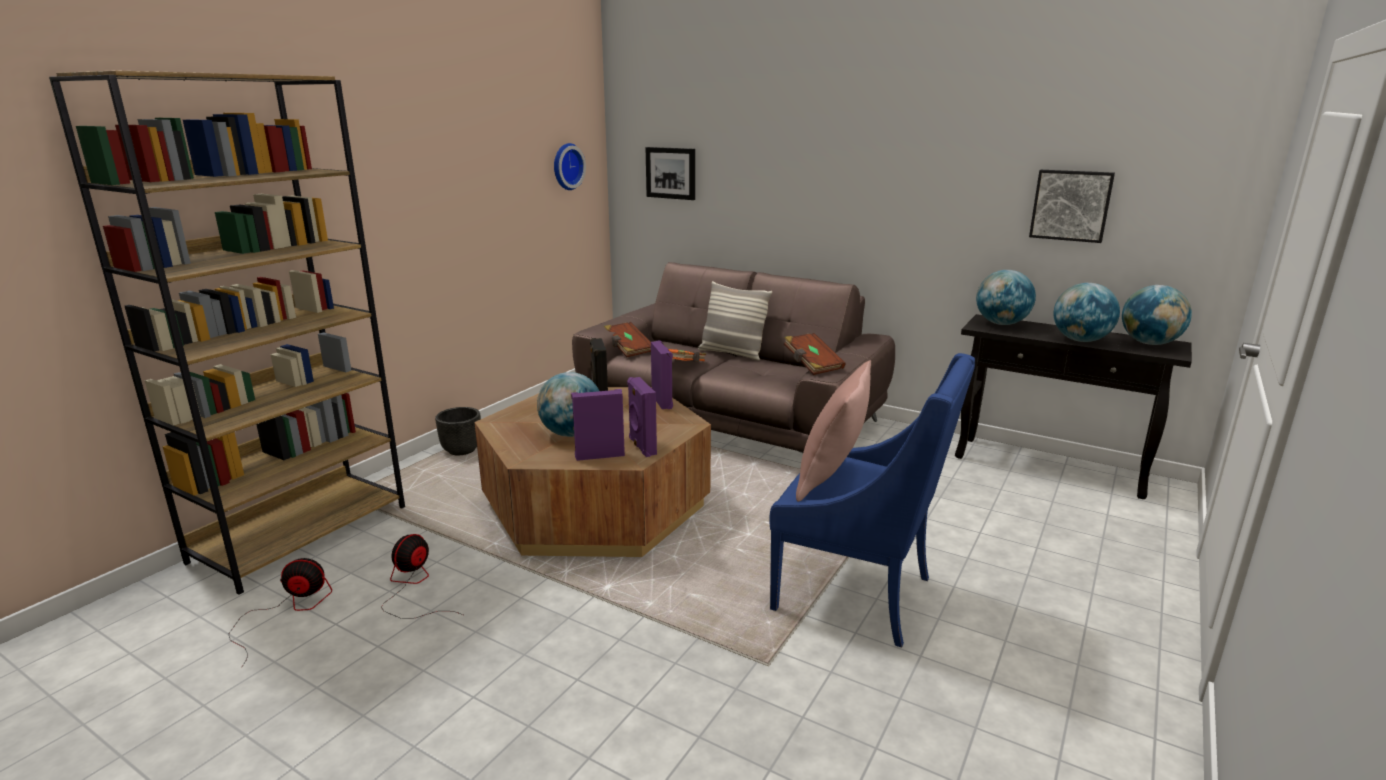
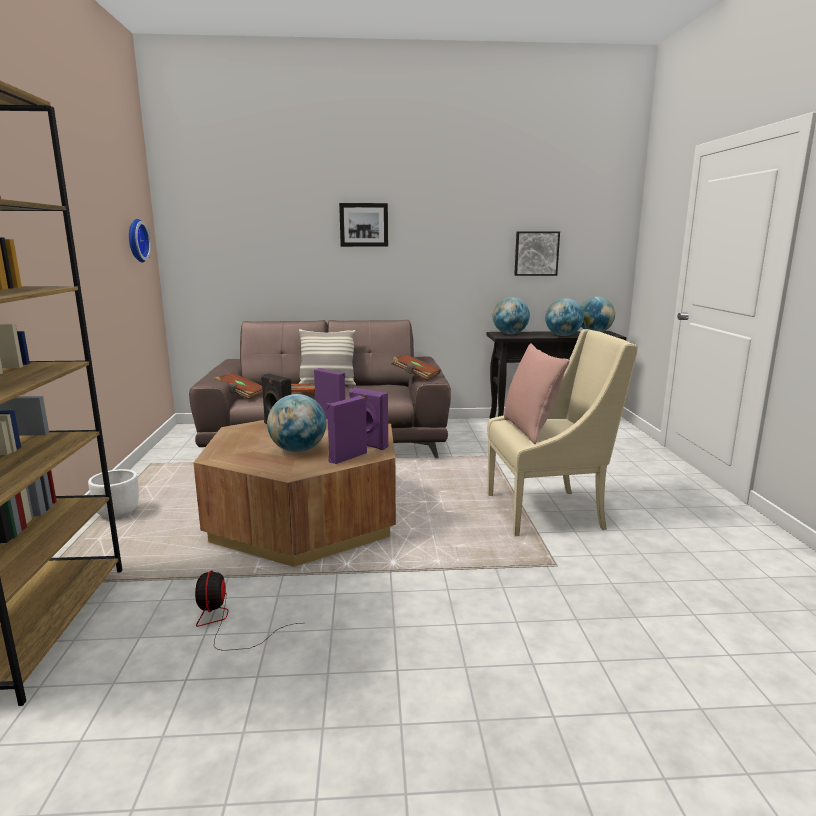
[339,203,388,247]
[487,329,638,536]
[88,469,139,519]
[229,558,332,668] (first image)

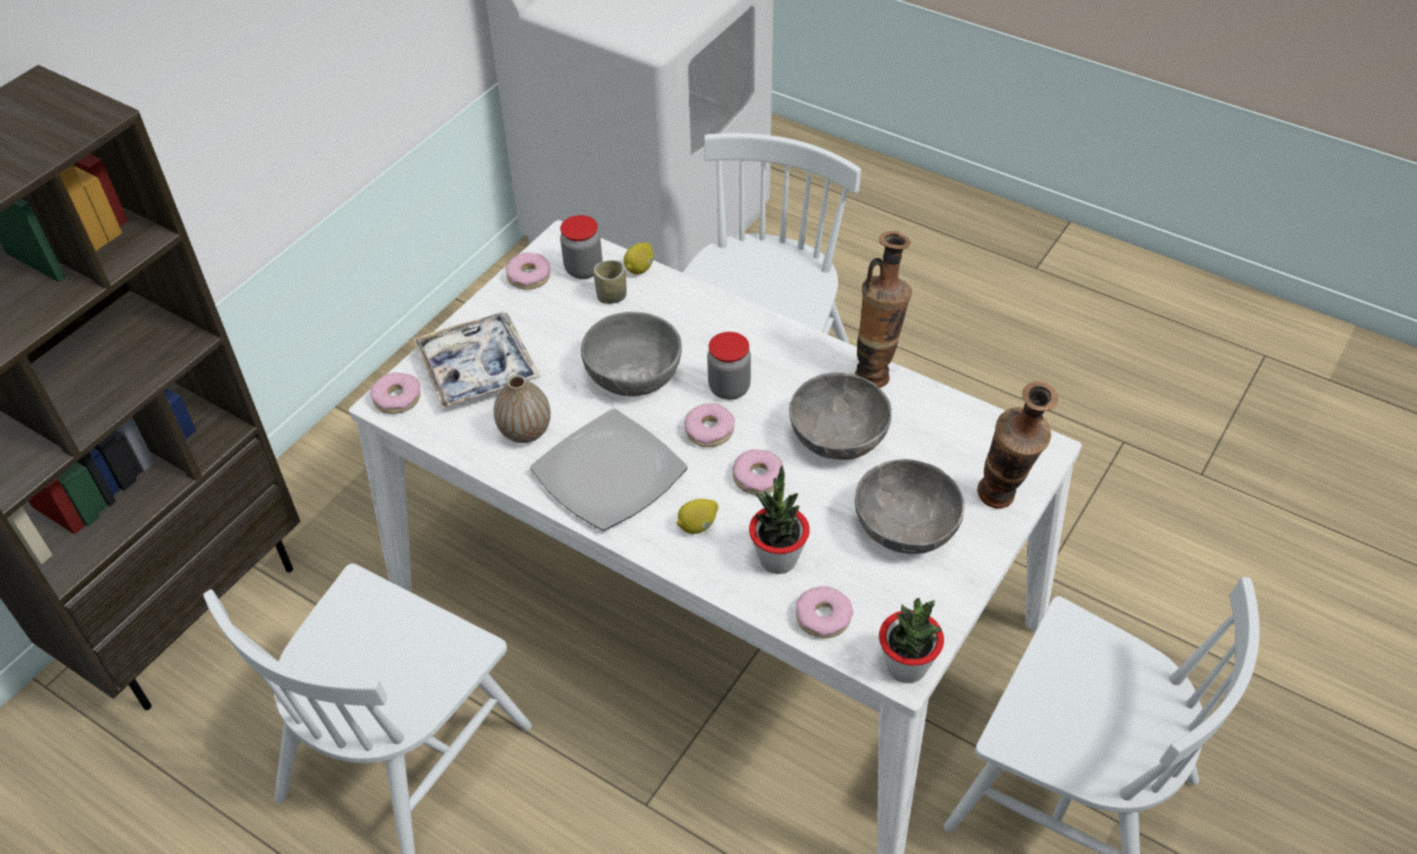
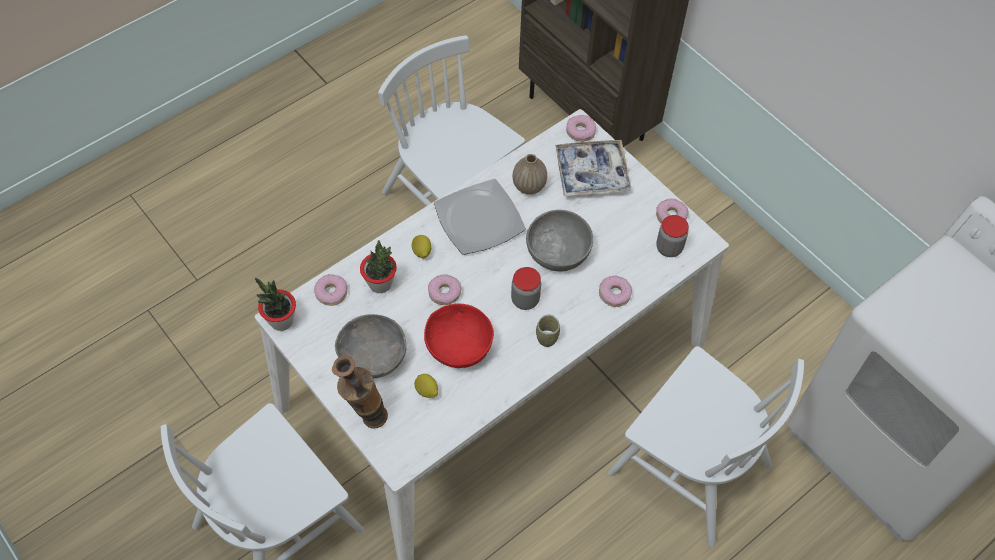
[855,231,912,388] (first image)
[414,374,438,398]
[536,314,560,347]
[424,303,494,368]
[599,276,632,307]

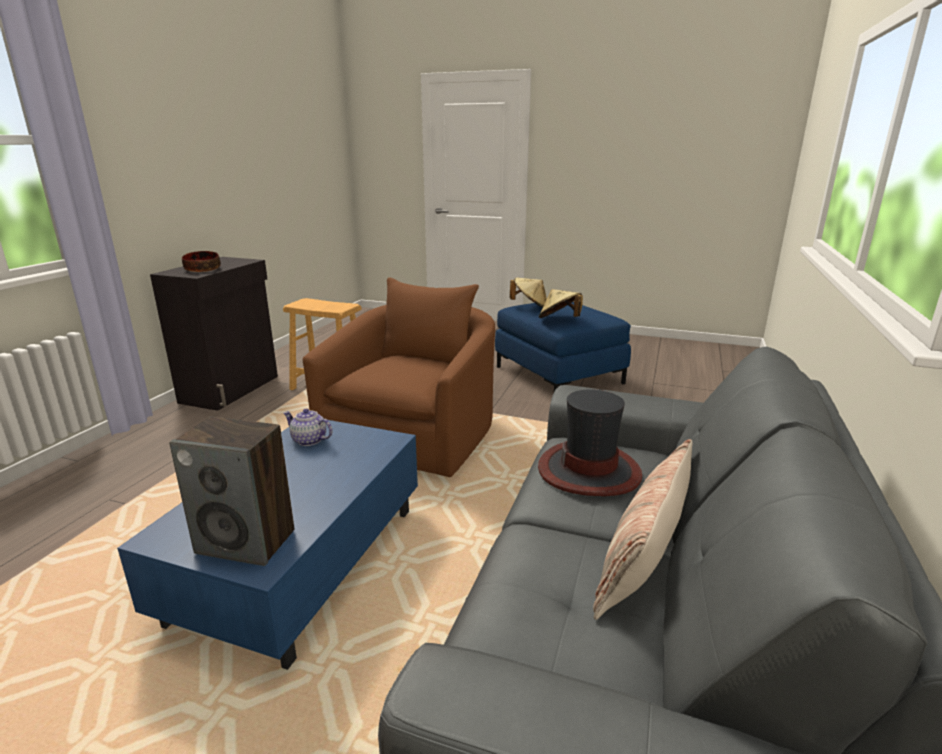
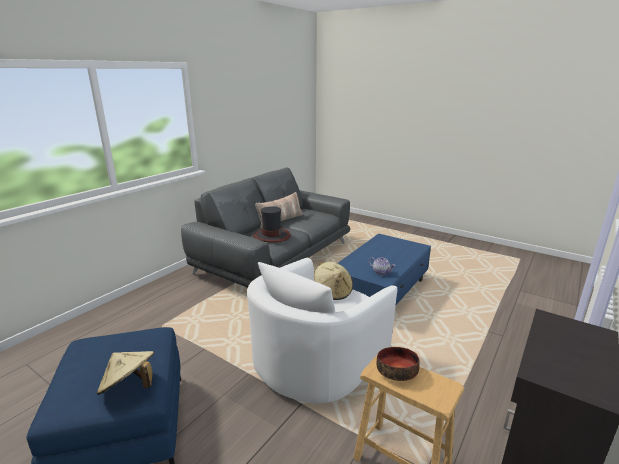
[376,347,420,381]
[247,258,397,404]
[314,262,353,300]
[169,417,294,566] (first image)

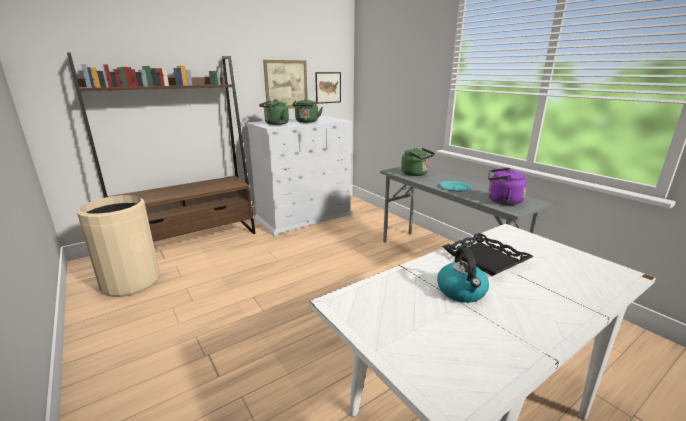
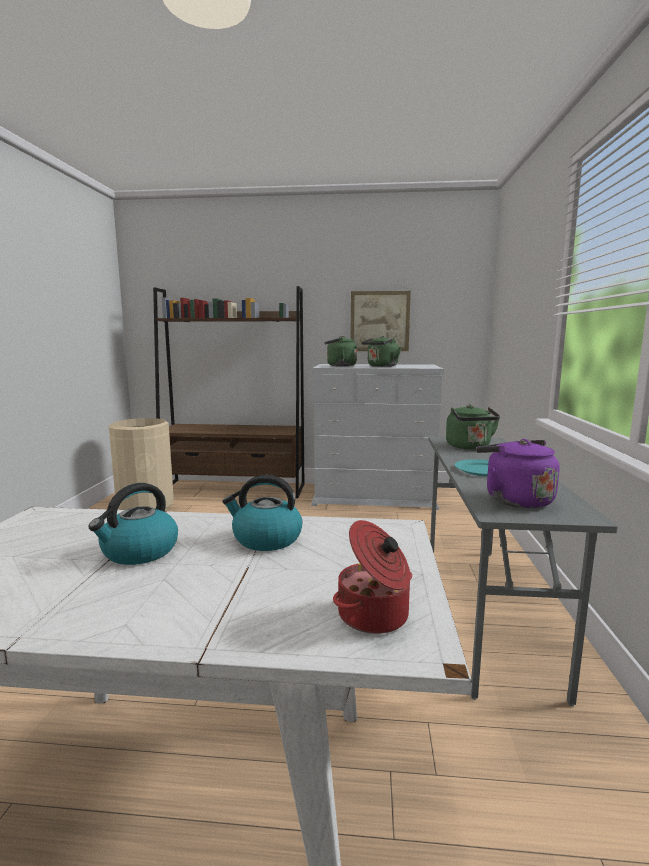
[315,72,341,104] (first image)
[222,475,302,551]
[333,520,412,634]

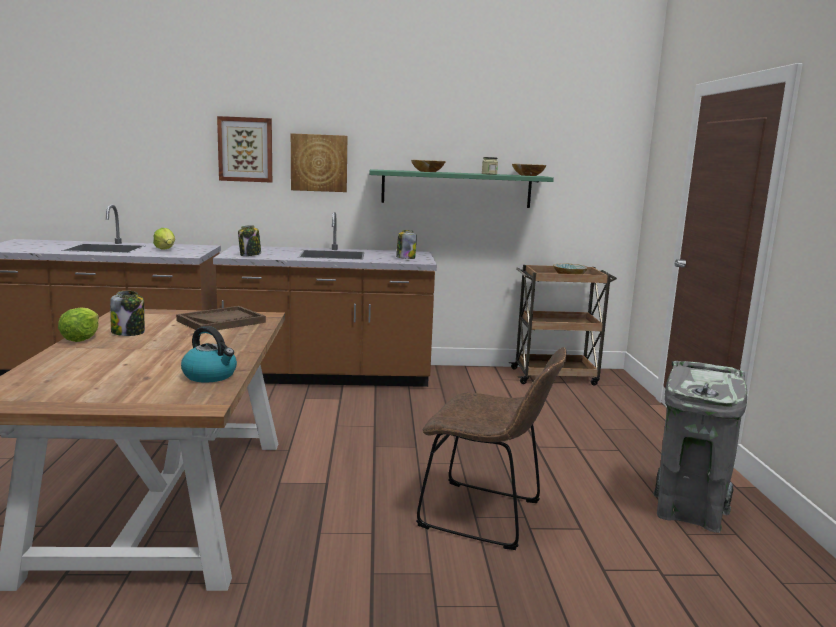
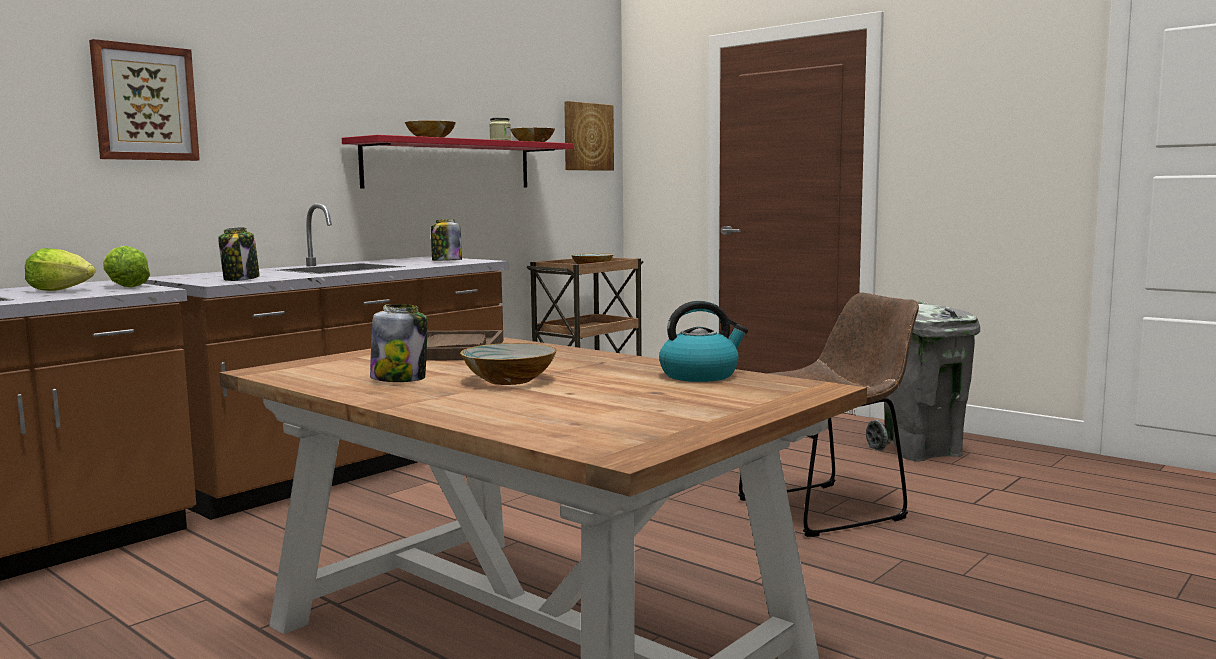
[564,101,614,171]
[342,135,573,188]
[103,246,150,287]
[460,343,557,385]

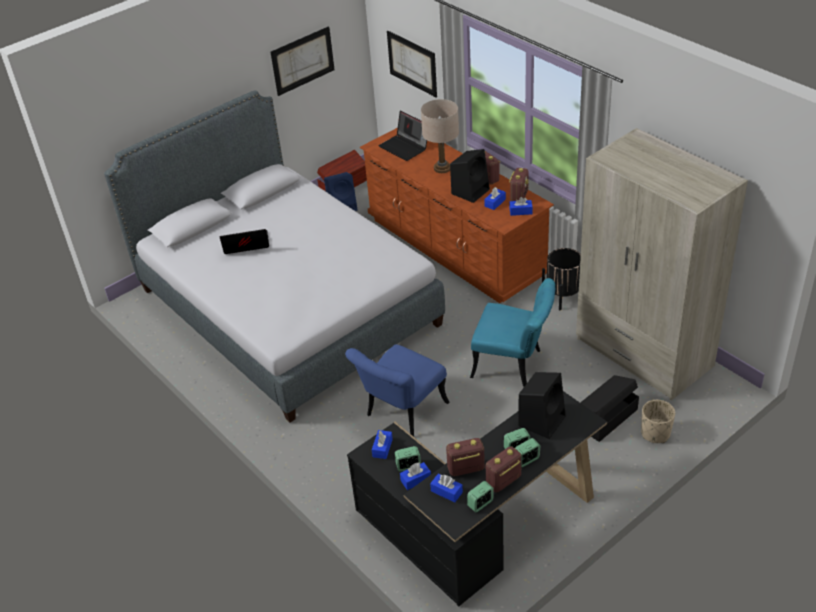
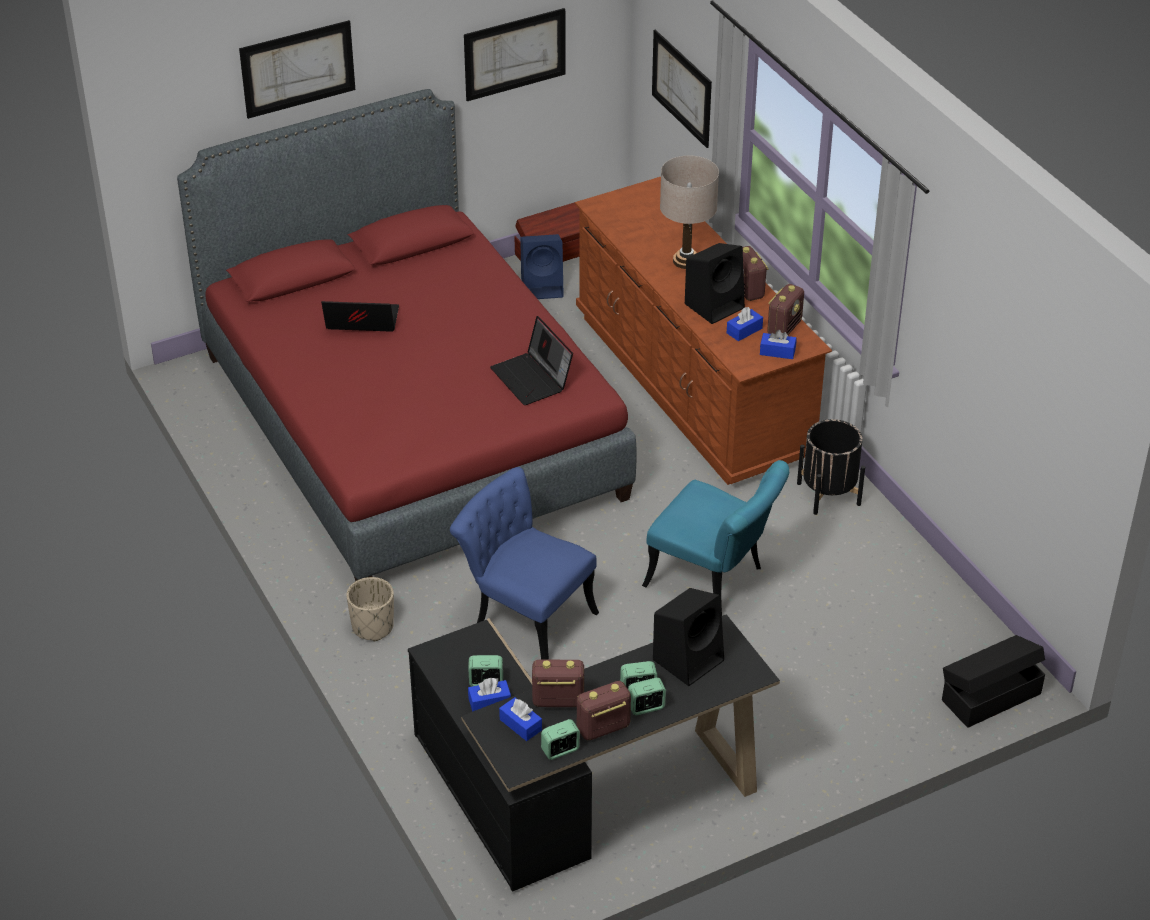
[177,89,636,581]
[490,316,573,405]
[576,128,748,400] (first image)
[450,467,599,660]
[942,635,1045,728]
[346,577,394,641]
[372,430,393,459] (first image)
[239,20,355,119]

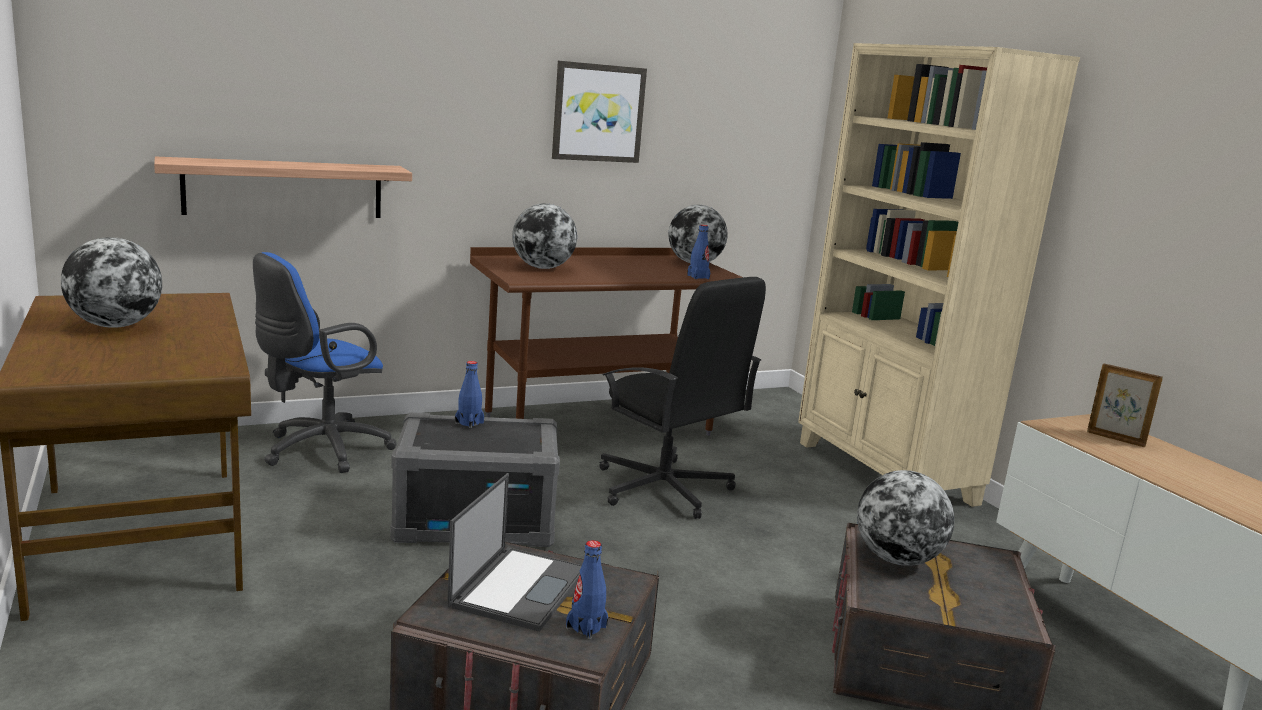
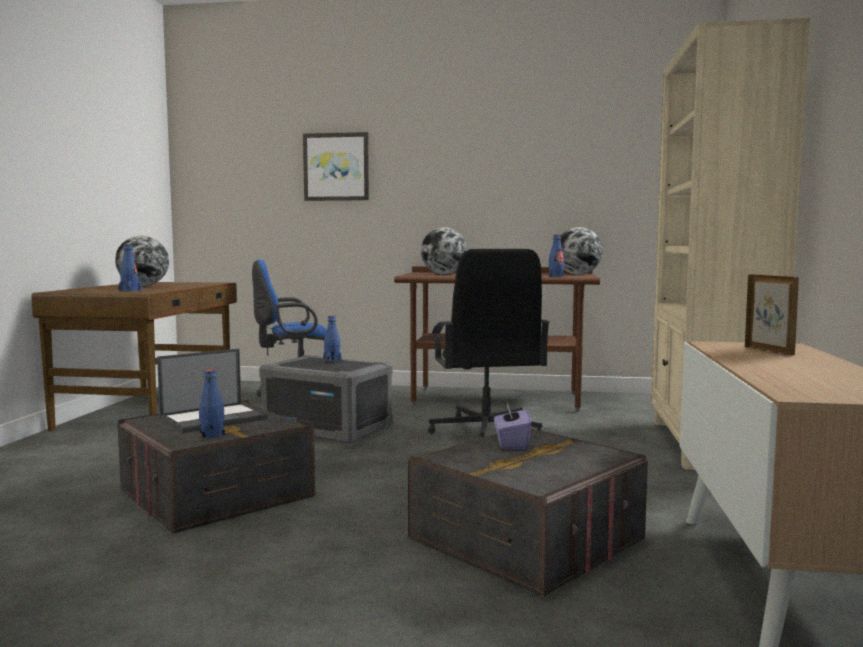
[303,132,369,201]
[154,157,412,218] (first image)
[494,402,532,449]
[119,244,141,292]

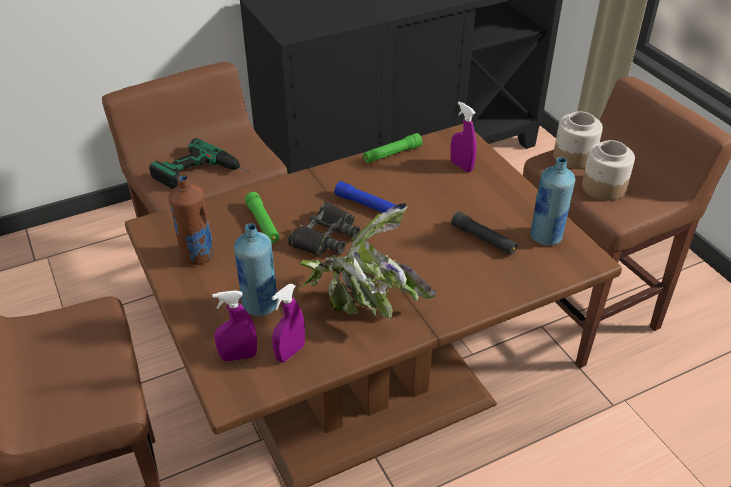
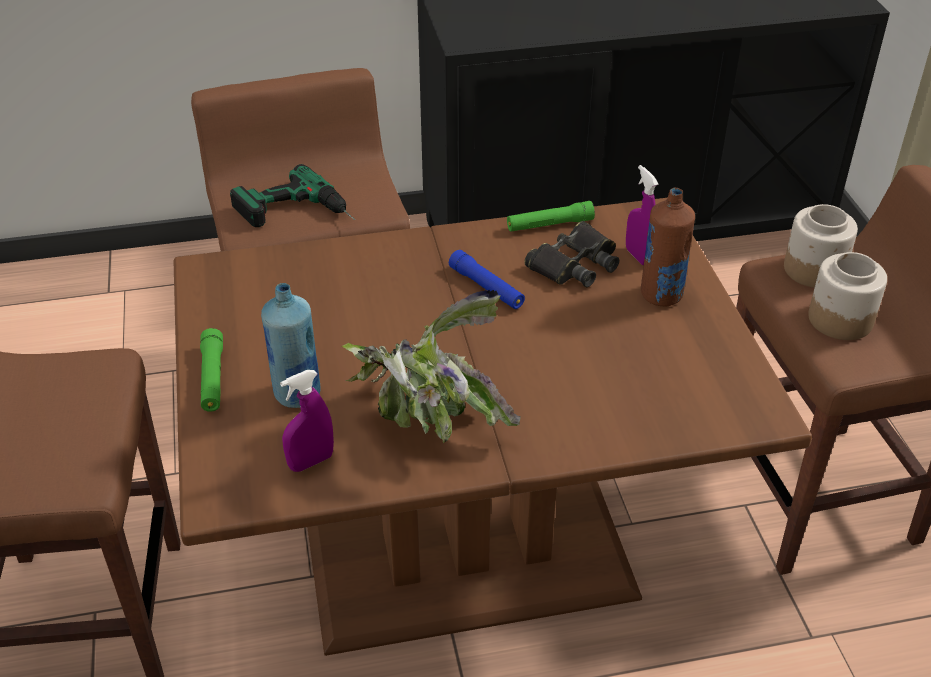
[530,157,575,246] (first image)
[641,188,695,306]
[200,328,223,412]
[524,221,619,287]
[451,211,518,255] (first image)
[212,290,257,361] (first image)

